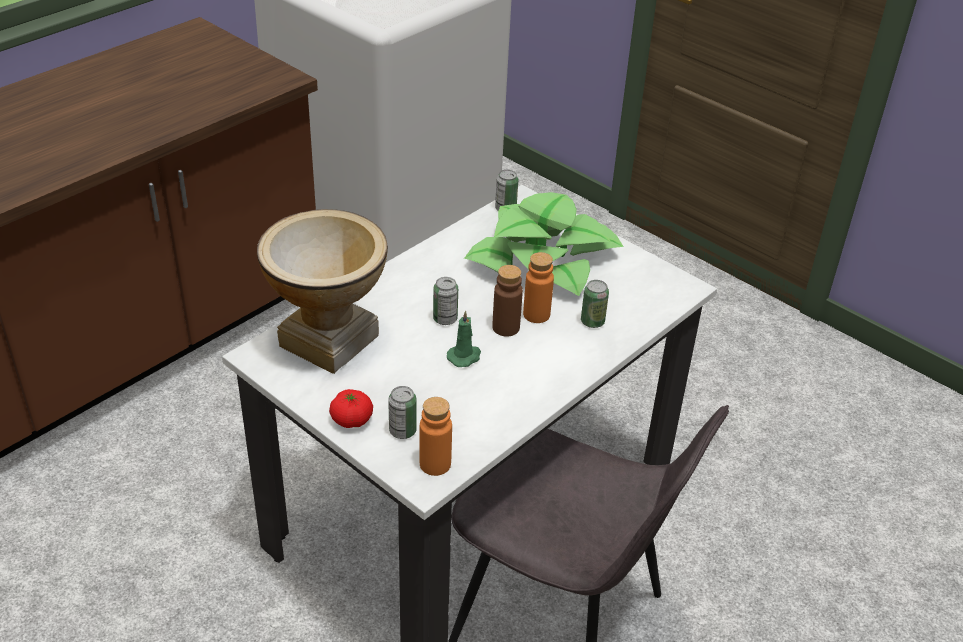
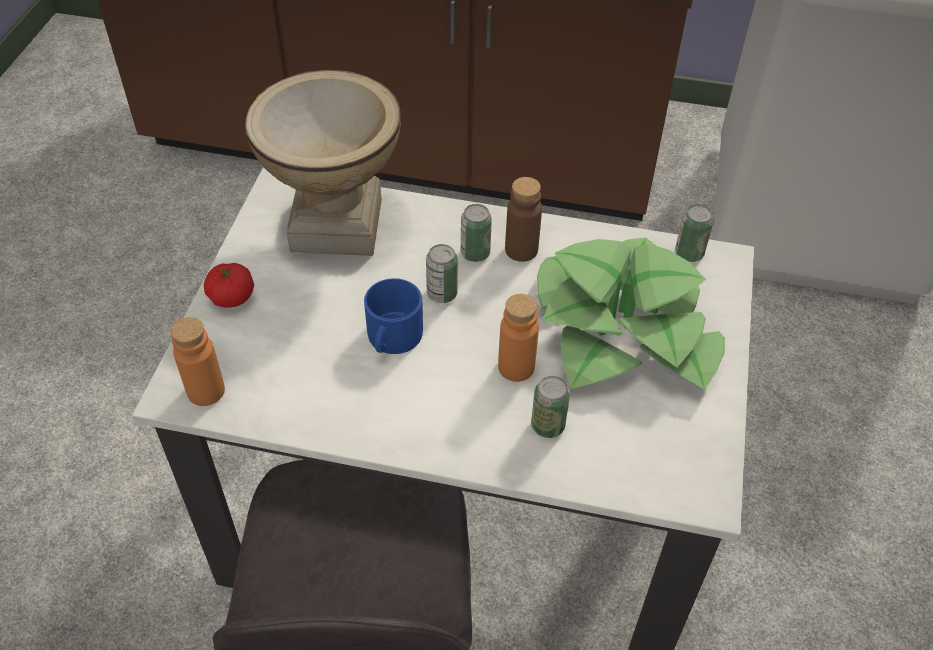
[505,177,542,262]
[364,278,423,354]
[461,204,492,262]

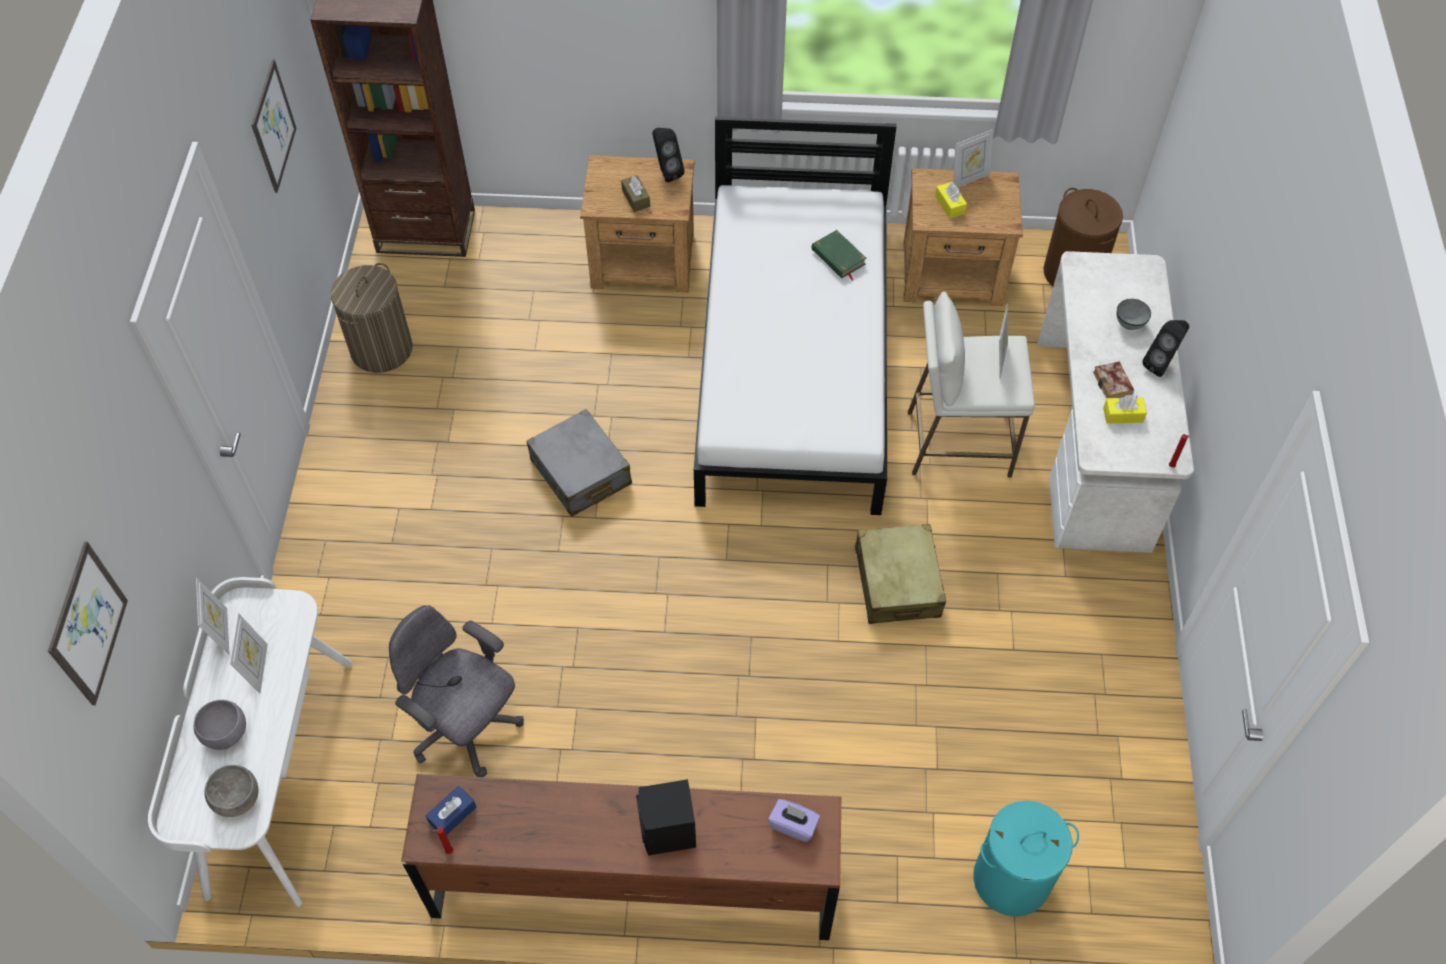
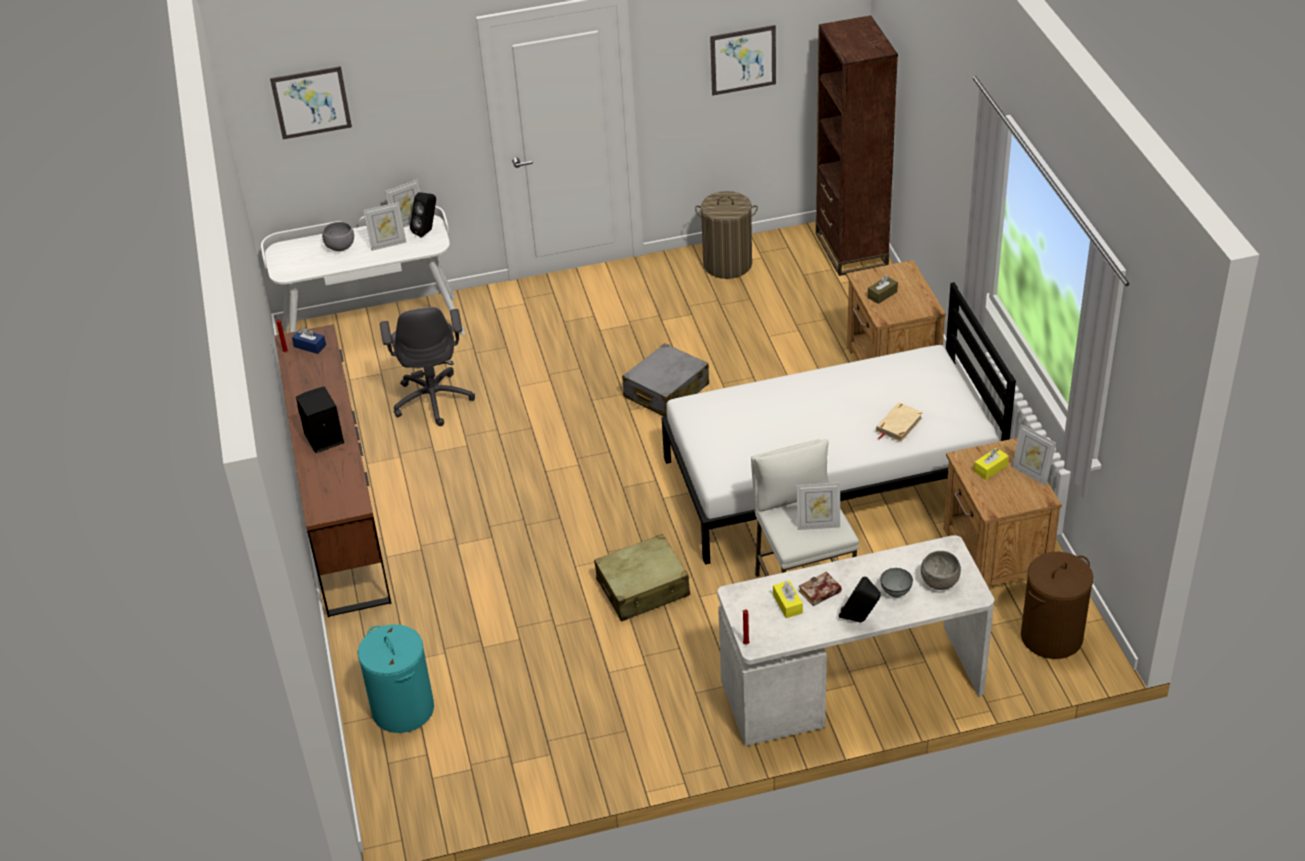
[410,192,436,238]
[876,402,923,442]
[380,307,475,426]
[921,551,961,590]
[768,799,820,842] (first image)

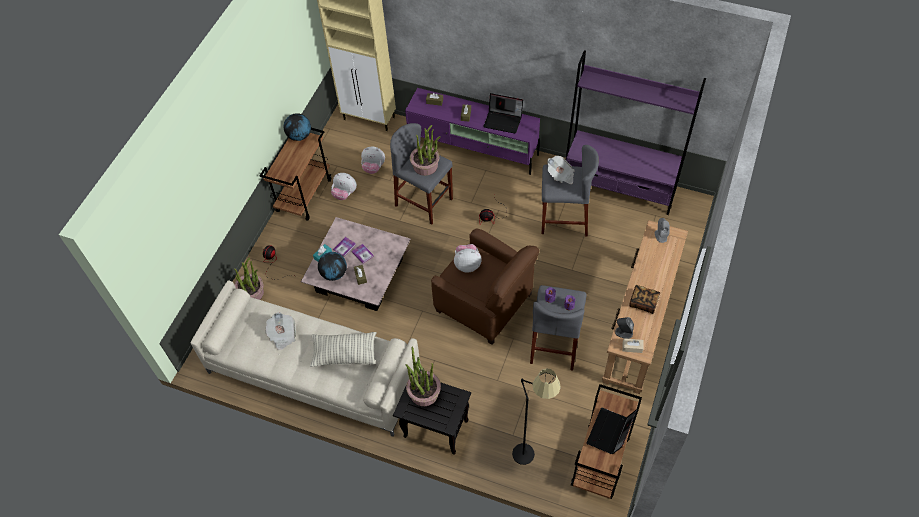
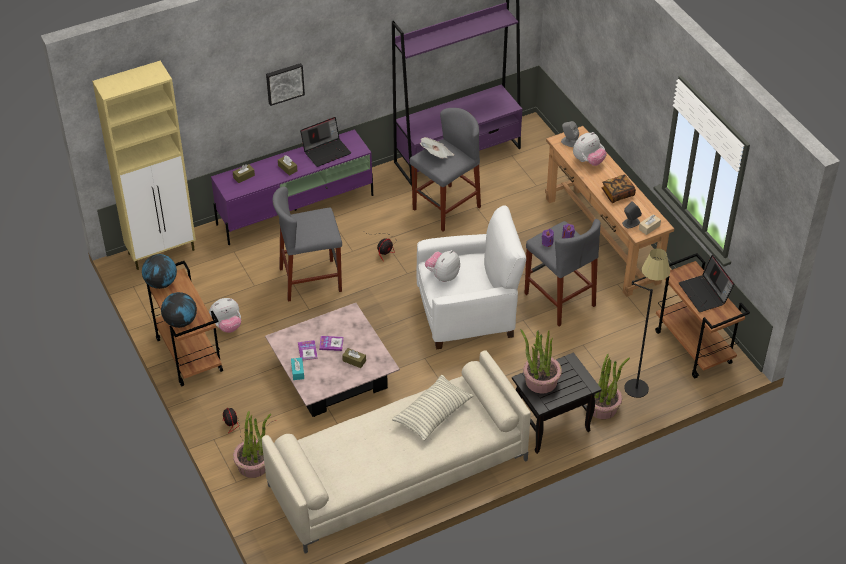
[593,354,630,419]
[573,132,607,166]
[417,205,526,349]
[161,292,197,328]
[265,312,296,350] (first image)
[266,63,305,106]

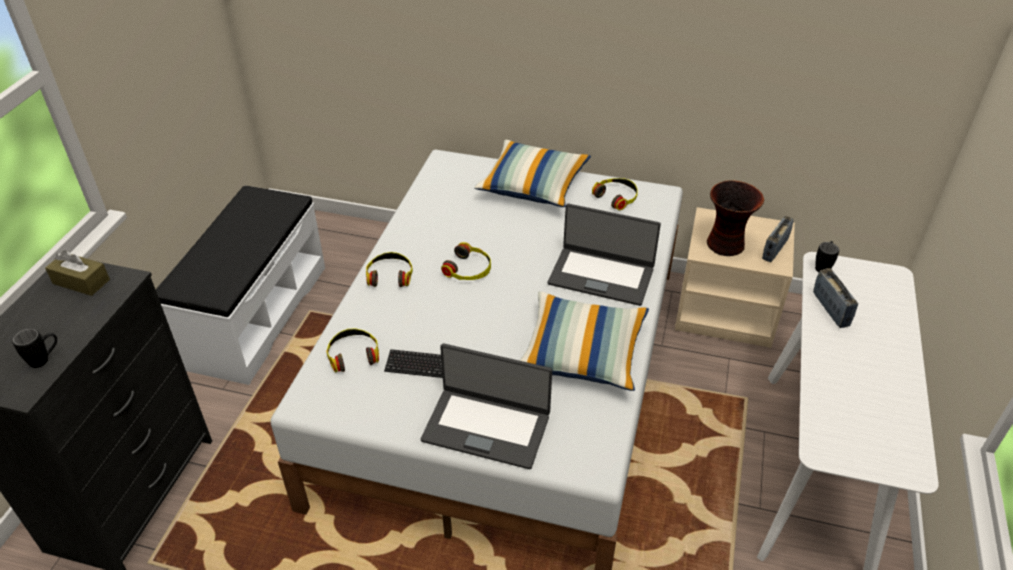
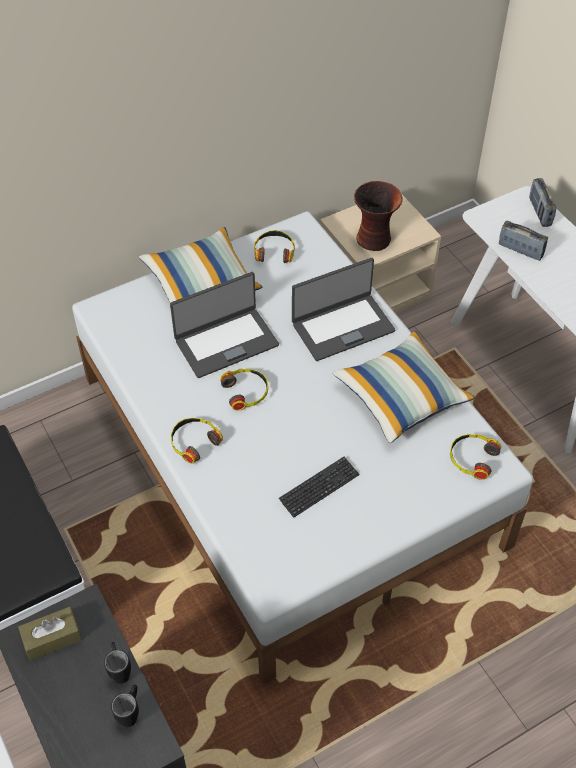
[529,178,556,227]
[104,642,131,684]
[450,434,501,480]
[170,272,279,378]

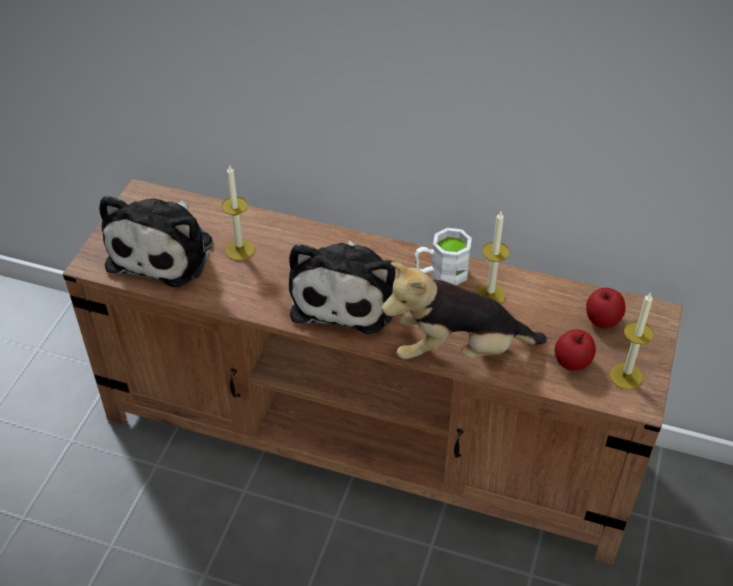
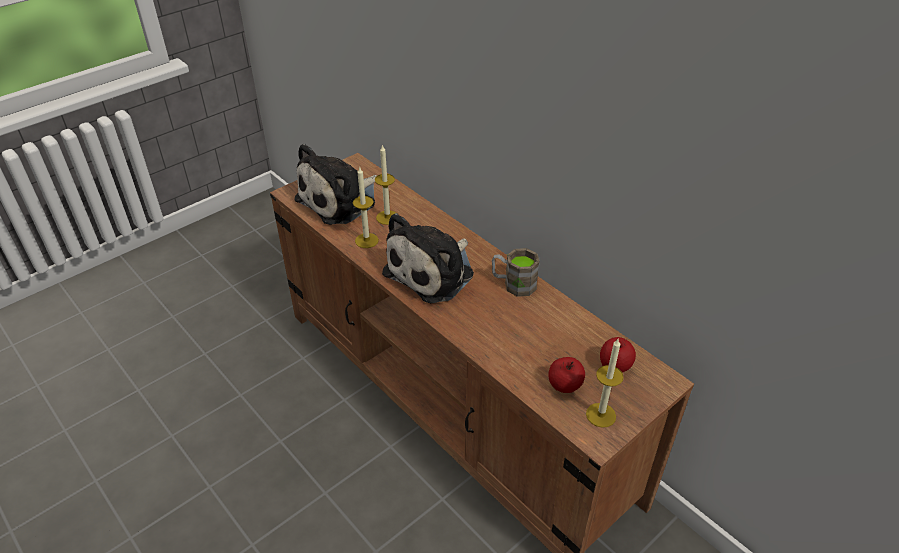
[353,166,379,248]
[492,248,540,297]
[382,262,547,359] (first image)

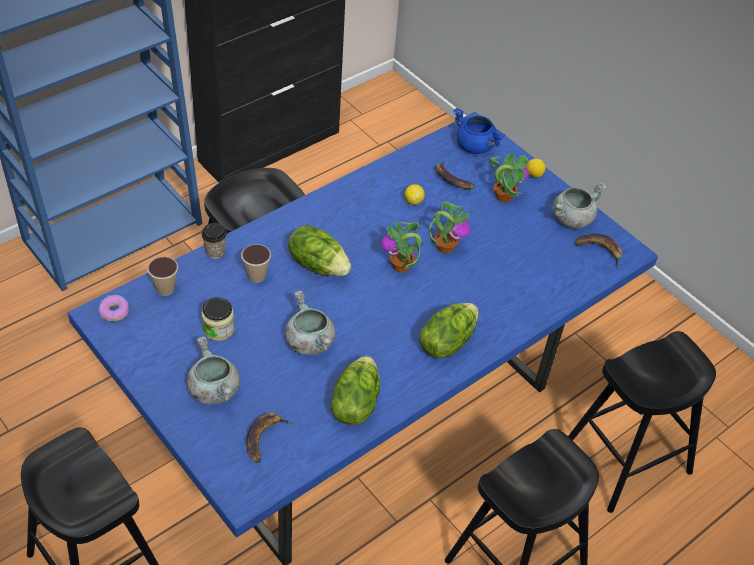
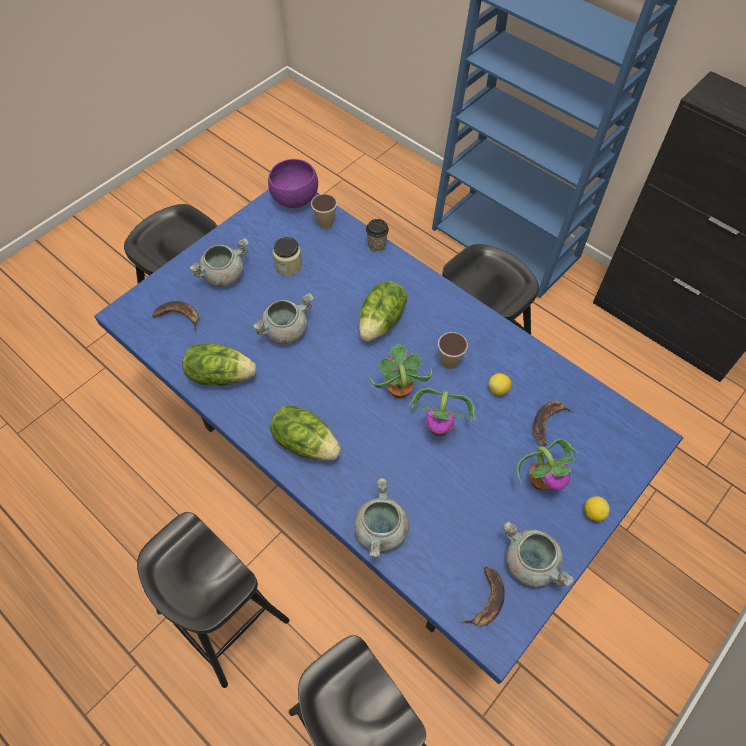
[453,108,506,154] (first image)
[438,332,468,369]
[268,159,318,208]
[354,478,409,558]

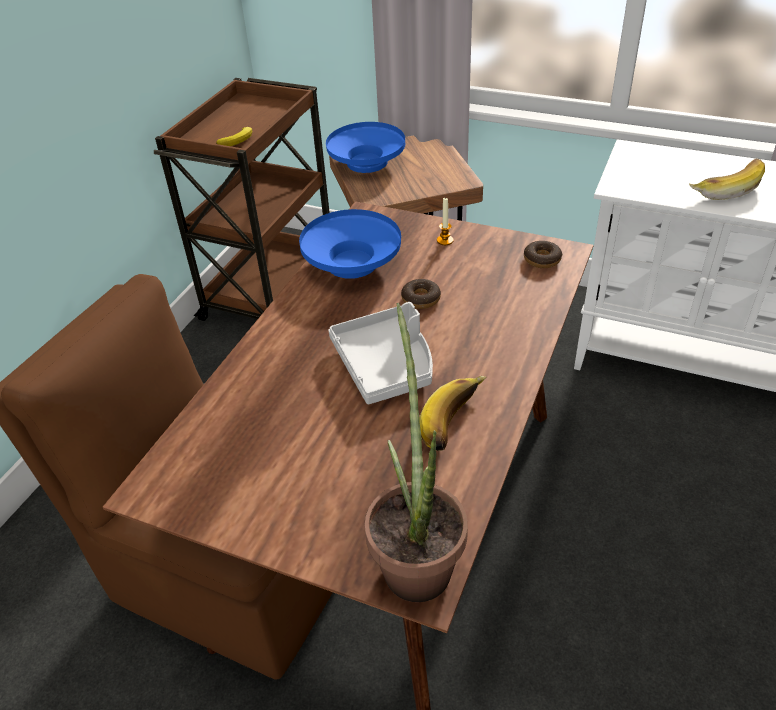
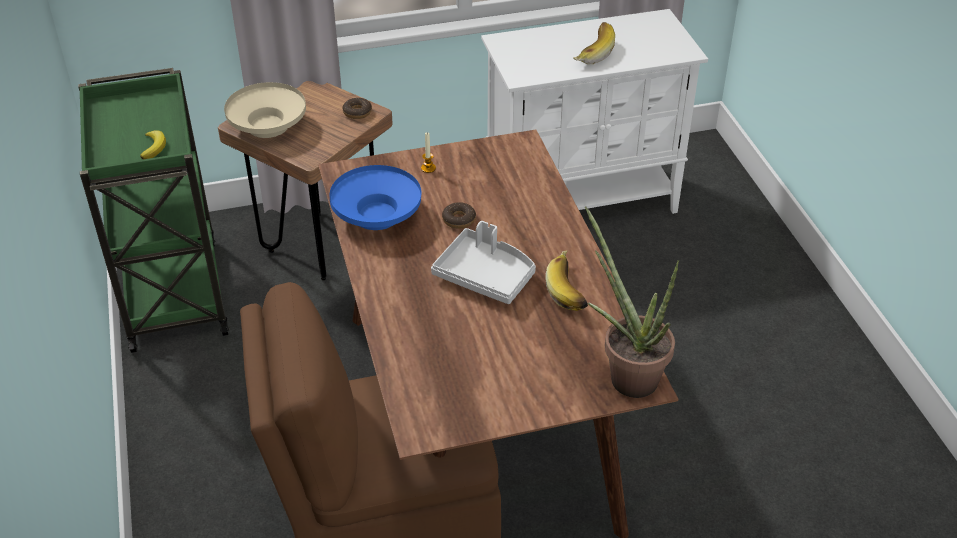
[78,68,229,353]
[224,82,306,138]
[342,98,372,119]

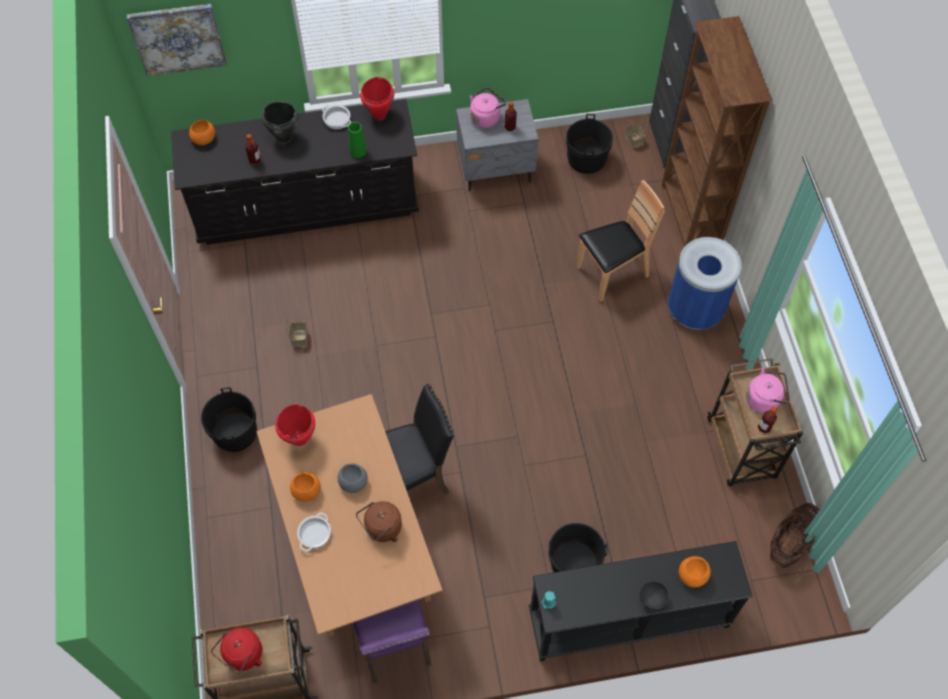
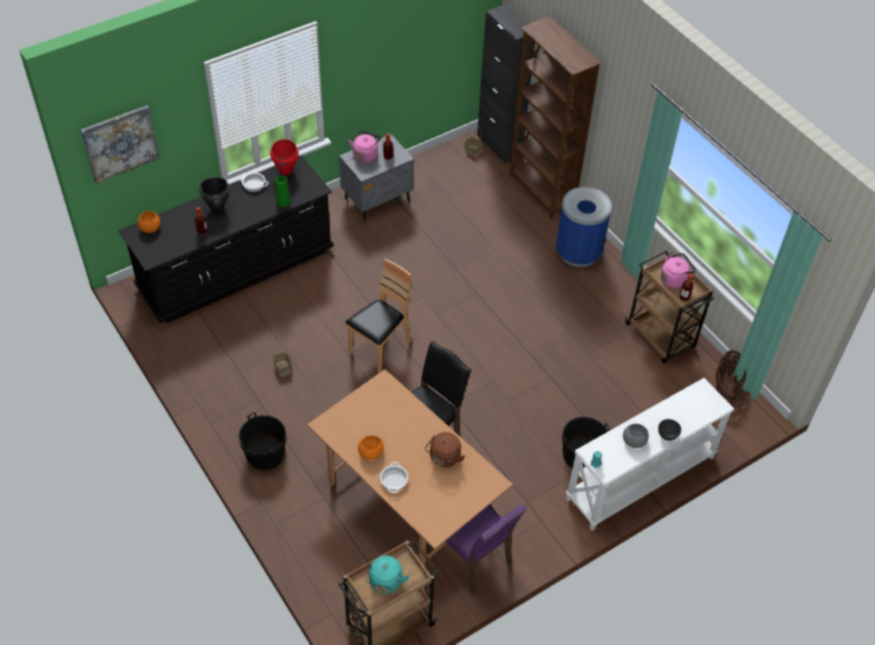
[566,114,613,174] (first image)
[345,259,412,373]
[275,404,315,446] (first image)
[623,424,649,448]
[566,378,734,531]
[679,556,711,588] (first image)
[366,555,409,594]

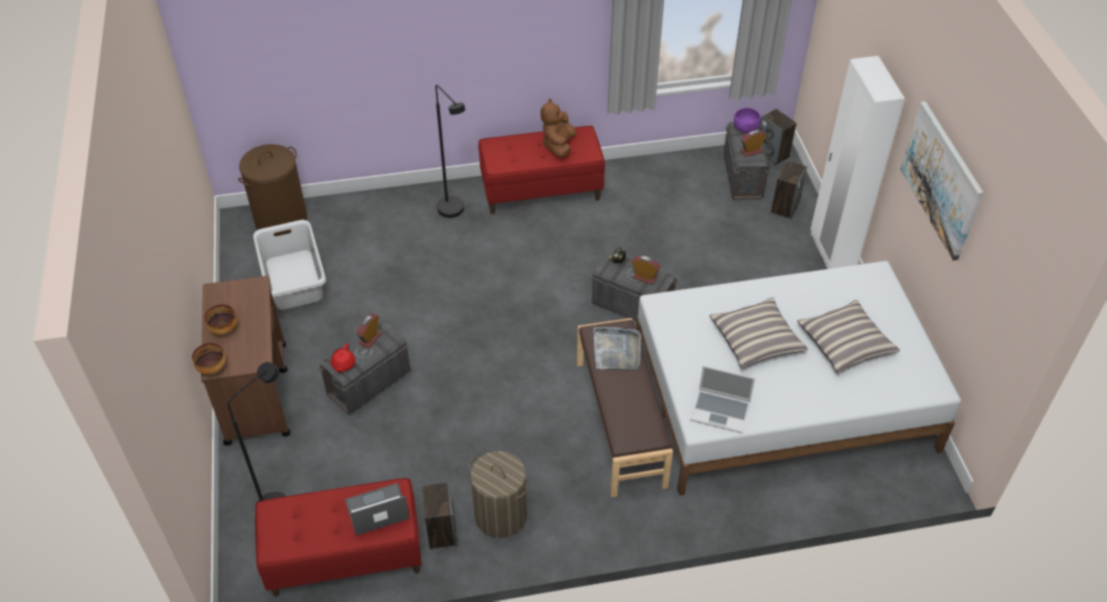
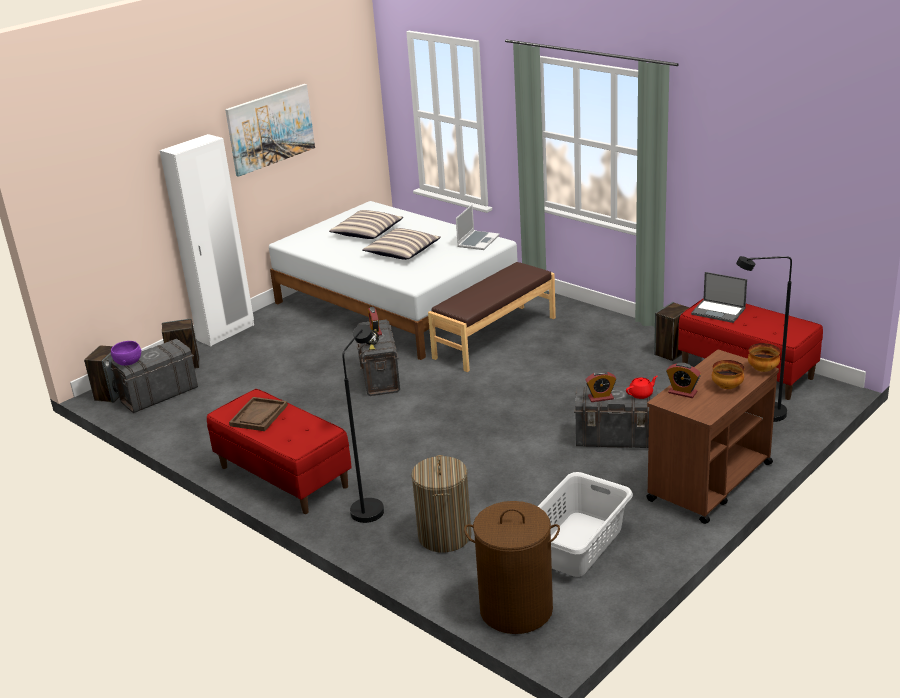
[229,397,288,431]
[666,363,701,398]
[593,327,641,371] (first image)
[456,204,500,250]
[411,455,471,552]

